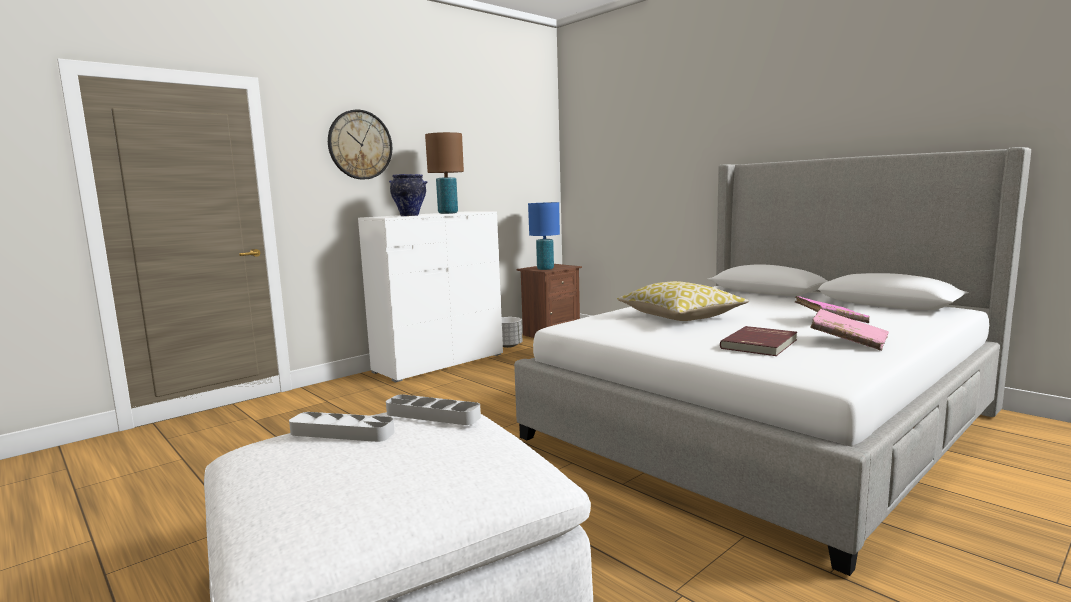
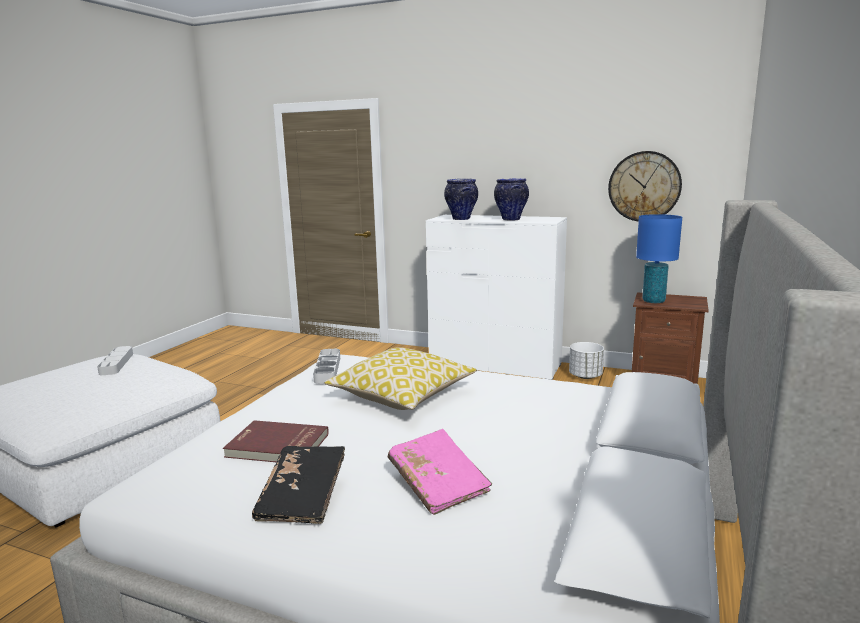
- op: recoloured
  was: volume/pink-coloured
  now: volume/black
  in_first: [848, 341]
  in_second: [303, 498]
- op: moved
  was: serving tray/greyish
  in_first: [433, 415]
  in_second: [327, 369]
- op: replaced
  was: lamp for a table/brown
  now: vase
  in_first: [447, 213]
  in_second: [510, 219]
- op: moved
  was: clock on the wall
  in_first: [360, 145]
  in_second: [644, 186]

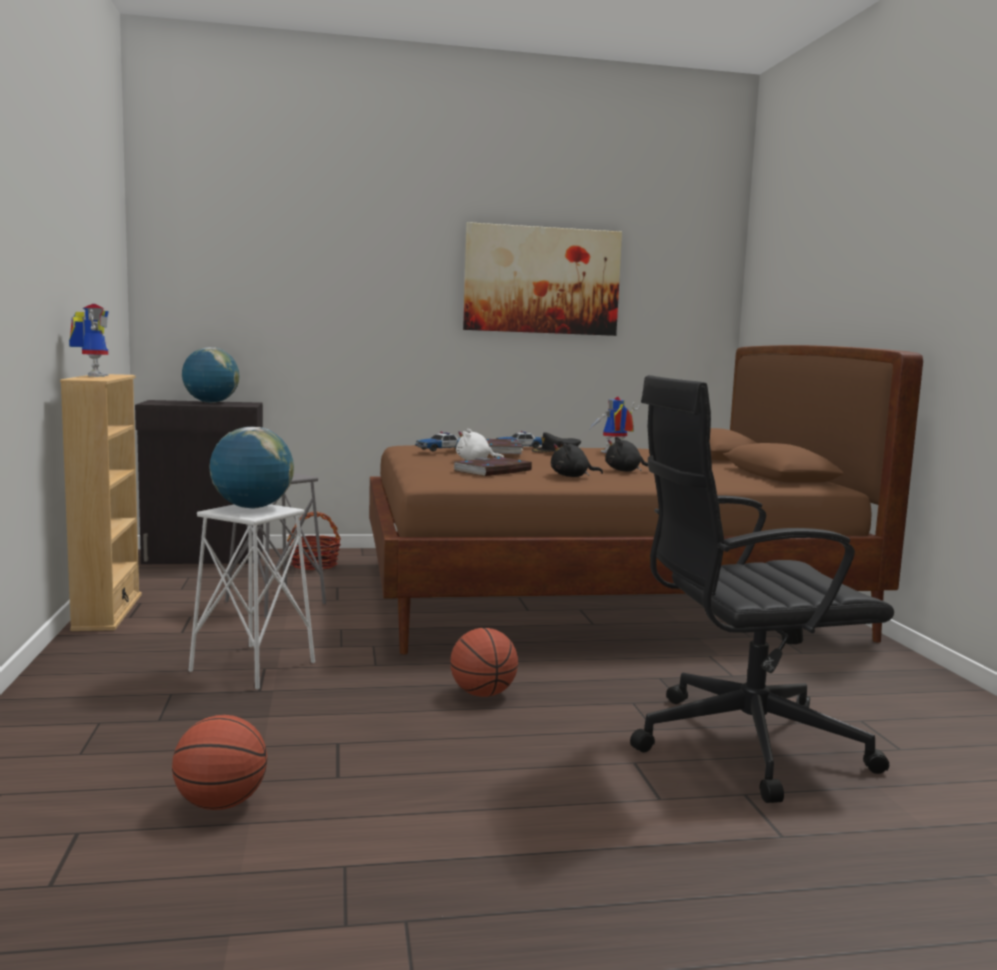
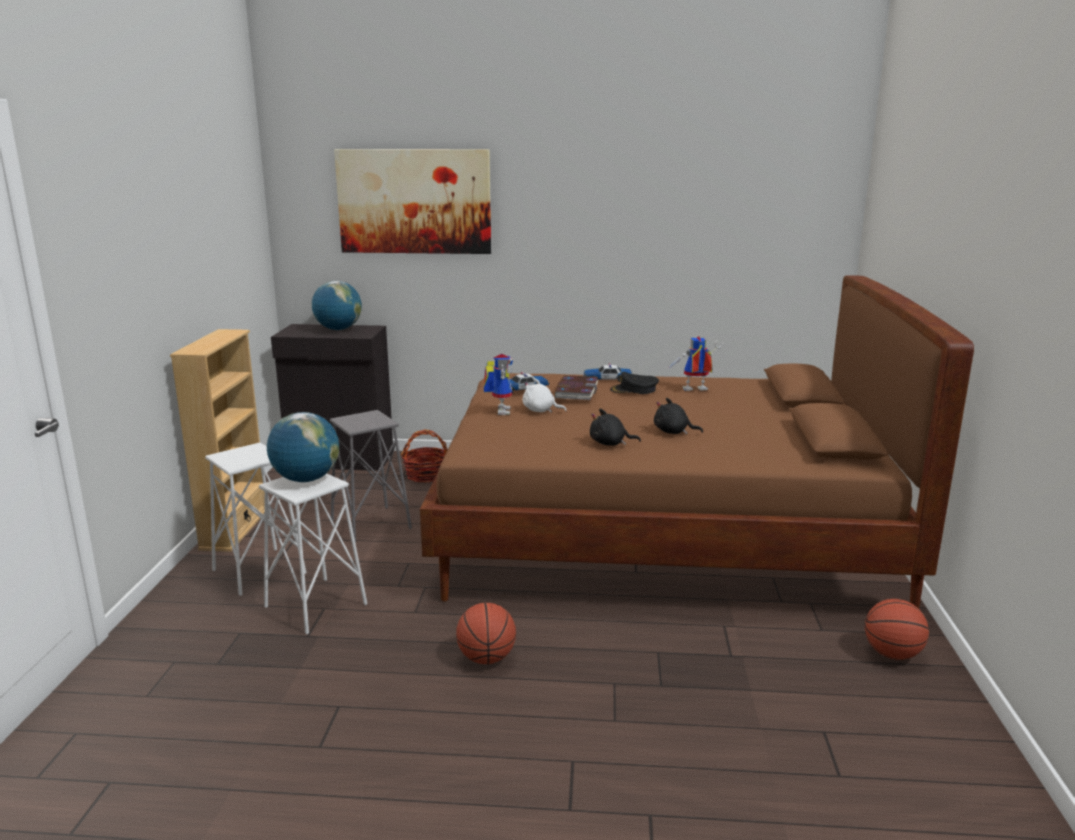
- op: added
  now: stool/white
  in_second: [259, 571]
- op: moved
  was: wall art
  in_first: [542, 280]
  in_second: [414, 201]
- op: moved
  was: toy robot
  in_first: [92, 376]
  in_second: [499, 410]
- op: moved
  was: basketball
  in_first: [220, 804]
  in_second: [892, 654]
- op: removed
  was: volume
  in_first: [492, 471]
- op: removed
  was: computer chair/black
  in_first: [740, 744]

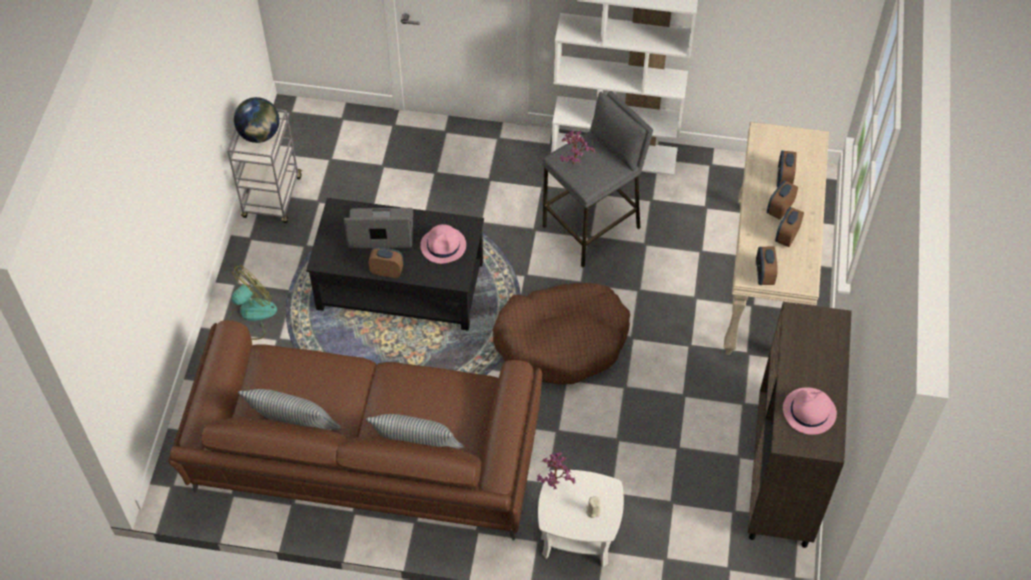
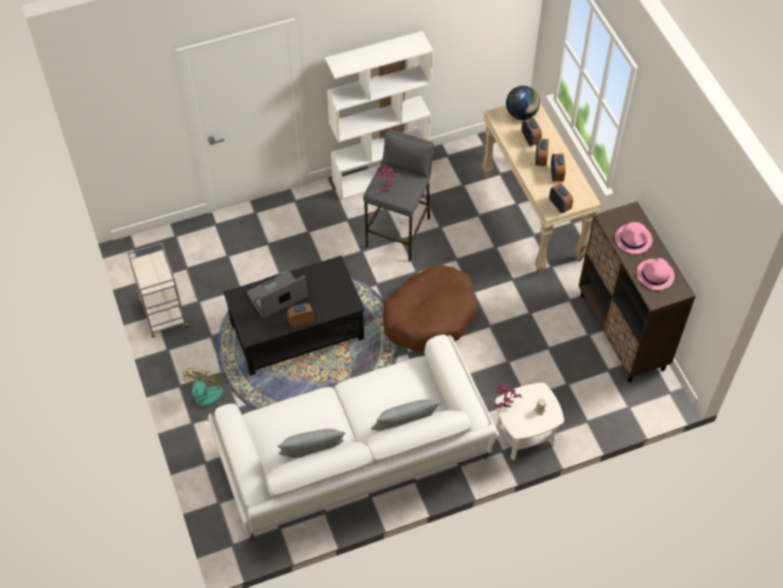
- op: recoloured
  was: settee/brown
  now: settee/white
  in_first: [364, 461]
  in_second: [354, 459]
- op: moved
  was: desk globe
  in_first: [260, 134]
  in_second: [521, 114]
- op: moved
  was: wearable hat/pink-coloured
  in_first: [443, 246]
  in_second: [633, 239]

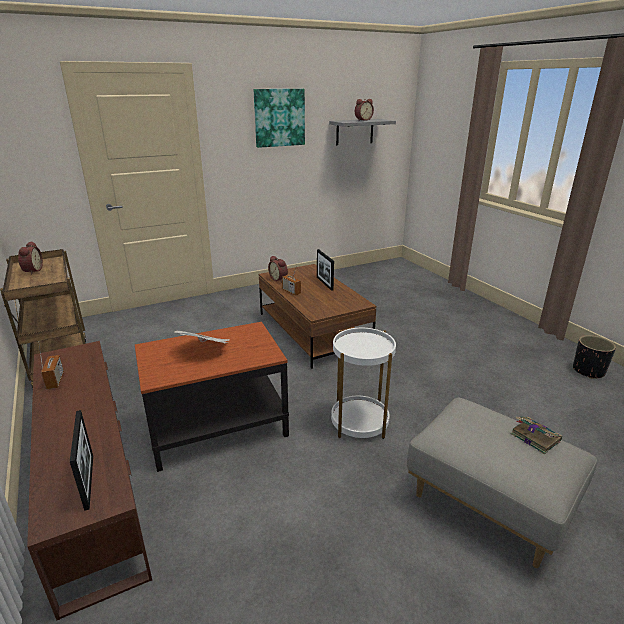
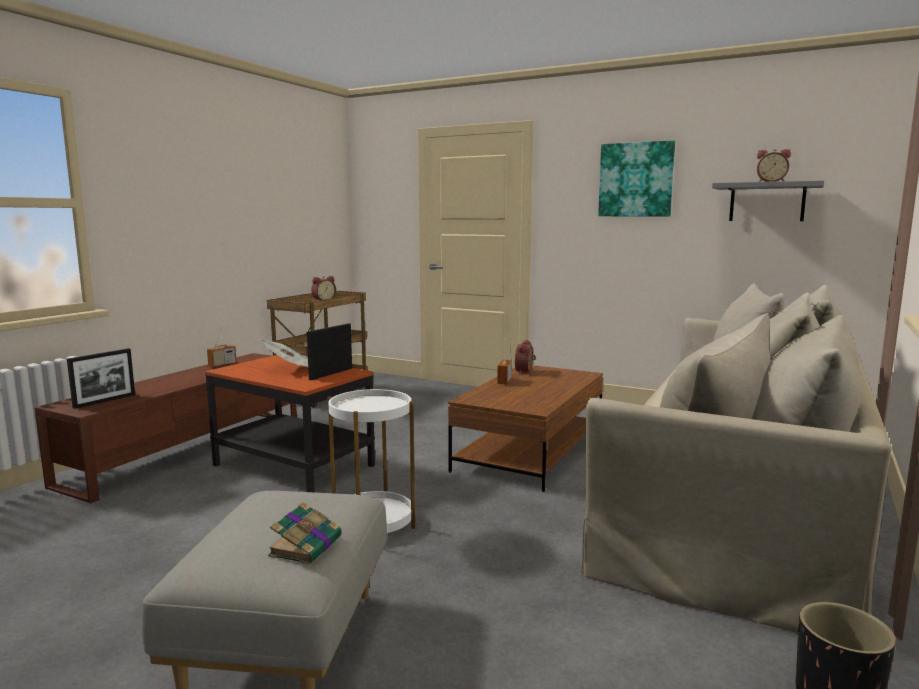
- op: moved
  was: picture frame
  in_first: [324, 283]
  in_second: [331, 374]
- op: added
  now: settee/beige-coloured
  in_second: [736, 498]

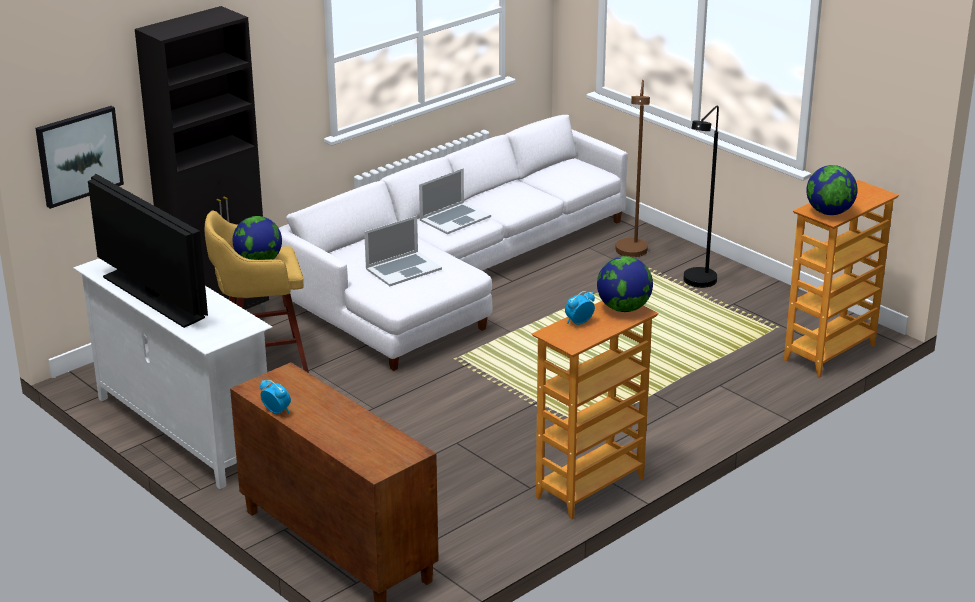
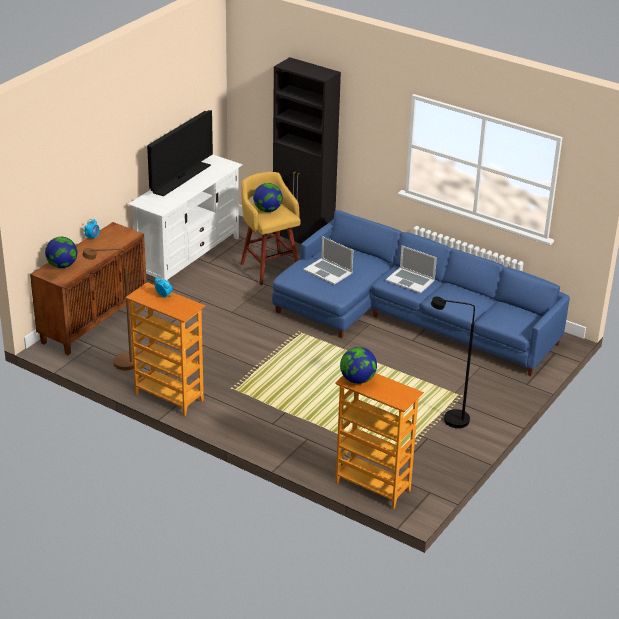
- op: moved
  was: desk globe
  in_first: [624, 308]
  in_second: [62, 265]
- op: moved
  was: floor lamp/brown
  in_first: [632, 254]
  in_second: [118, 364]
- op: recoloured
  was: settee/white
  now: settee/blue
  in_first: [454, 275]
  in_second: [408, 317]
- op: removed
  was: wall art
  in_first: [79, 155]

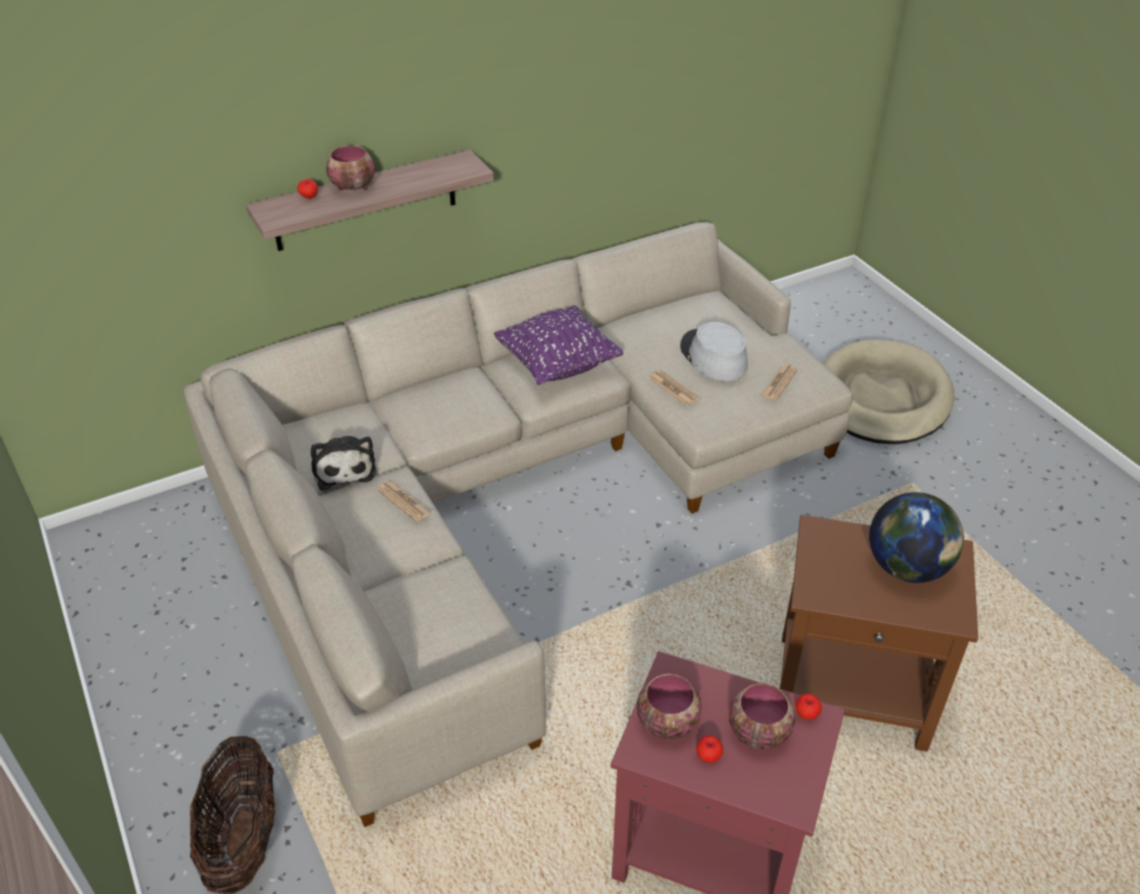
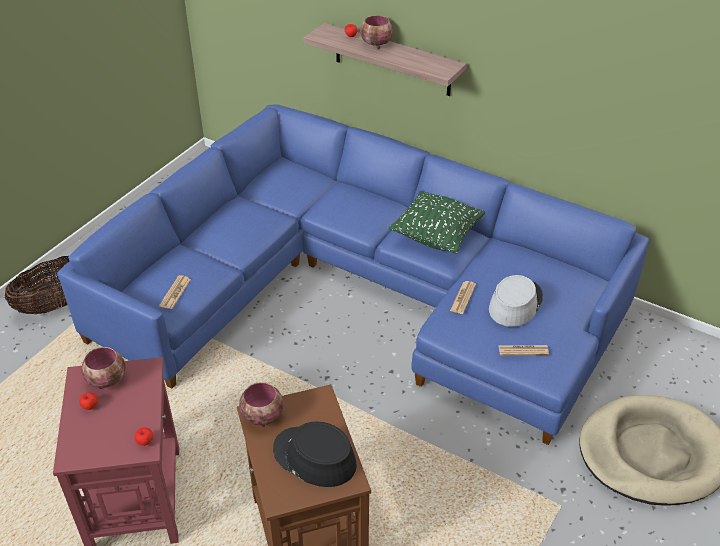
- op: recoloured
  was: settee/beige-coloured
  now: settee/blue
  in_first: [511, 495]
  in_second: [361, 292]
- op: moved
  was: printed paper
  in_first: [404, 502]
  in_second: [175, 292]
- op: moved
  was: serving bowl
  in_first: [757, 731]
  in_second: [263, 415]
- op: replaced
  was: desk globe
  now: wearable hat/black
  in_first: [907, 567]
  in_second: [314, 457]
- op: recoloured
  was: cushion/purplish
  now: cushion/green-coloured
  in_first: [558, 365]
  in_second: [436, 236]
- op: removed
  was: cuddly toy
  in_first: [344, 468]

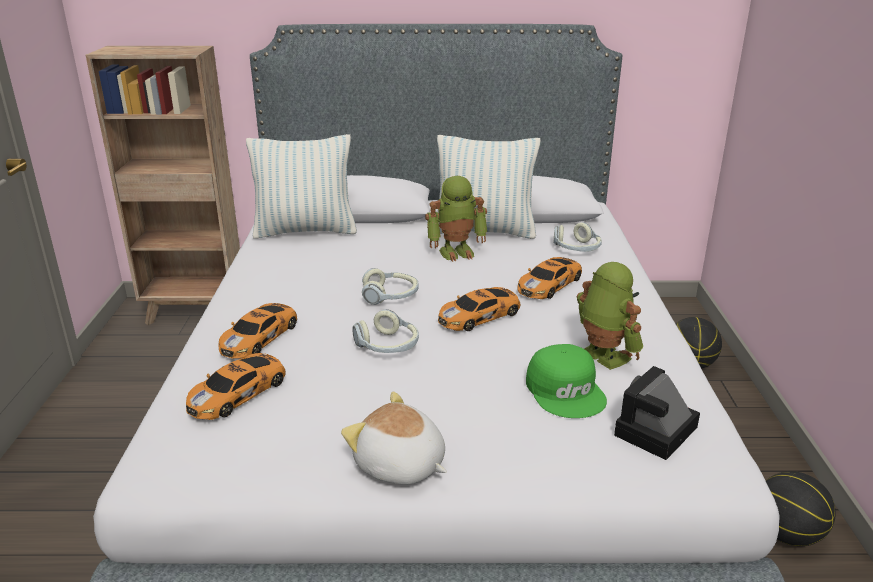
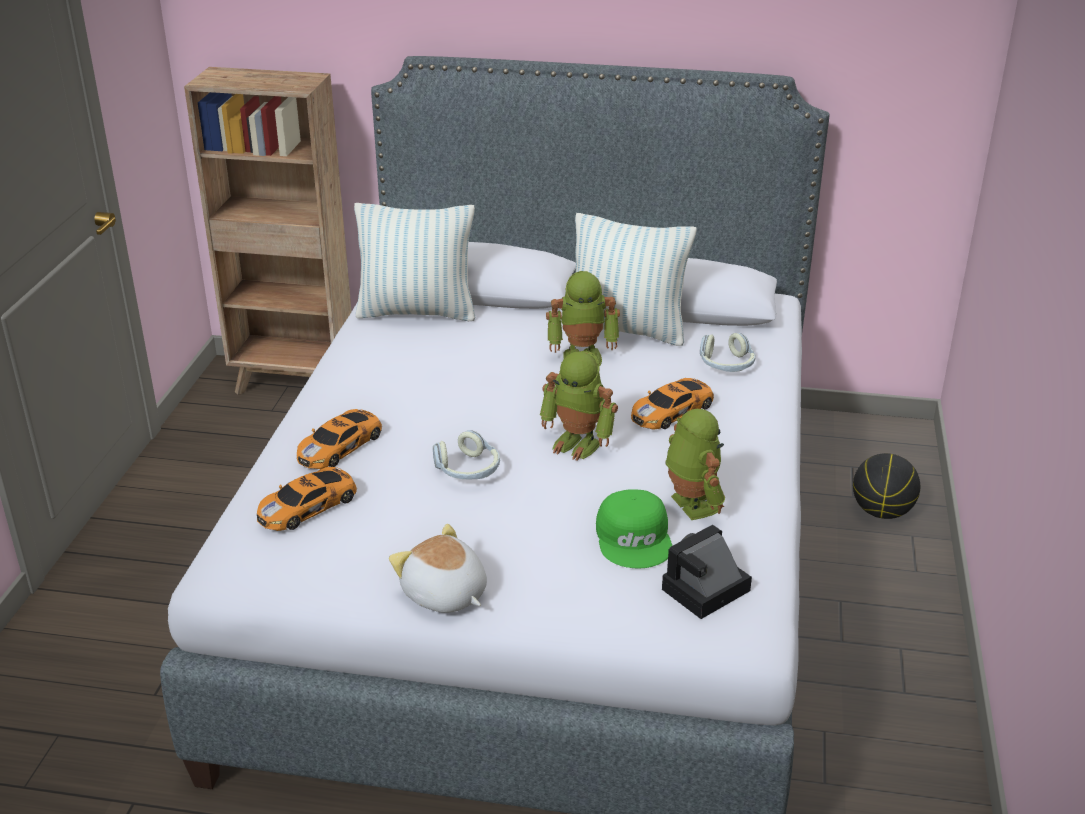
- op: replaced
  was: toy car
  now: toy robot
  in_first: [480, 316]
  in_second: [578, 443]
- op: removed
  was: headphones
  in_first: [390, 296]
- op: removed
  was: basketball
  in_first: [787, 535]

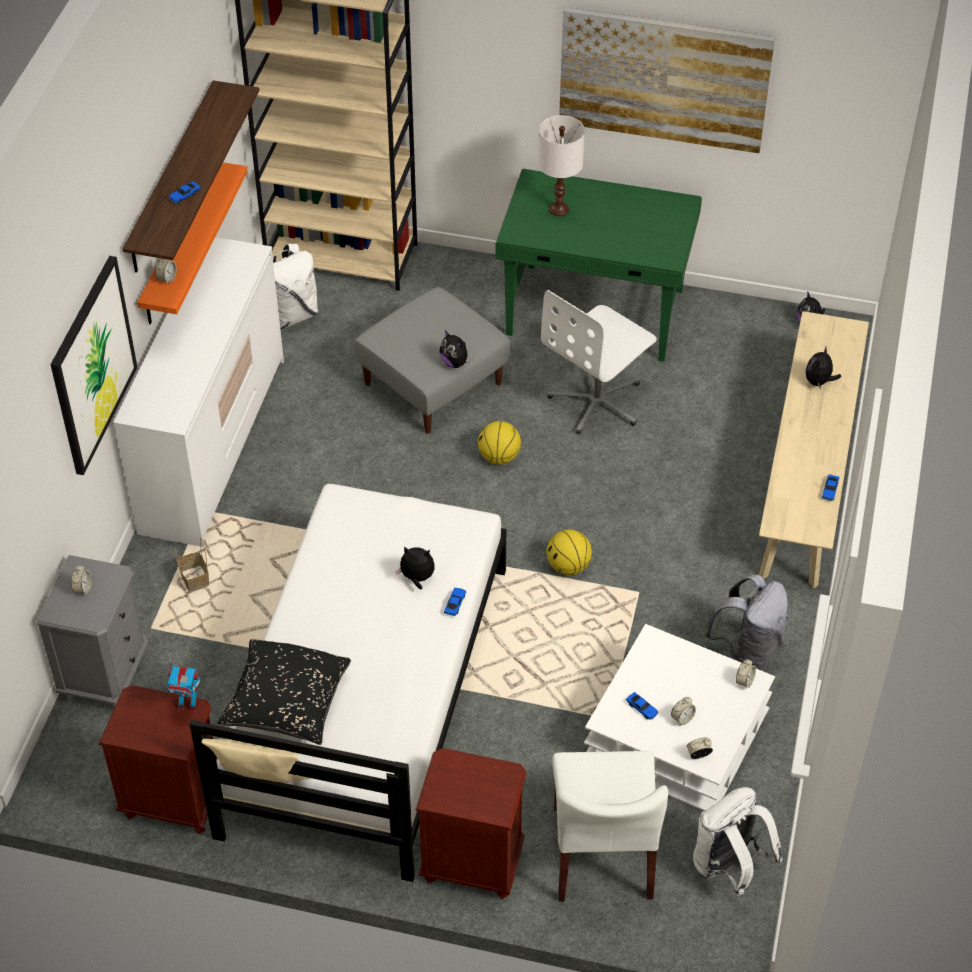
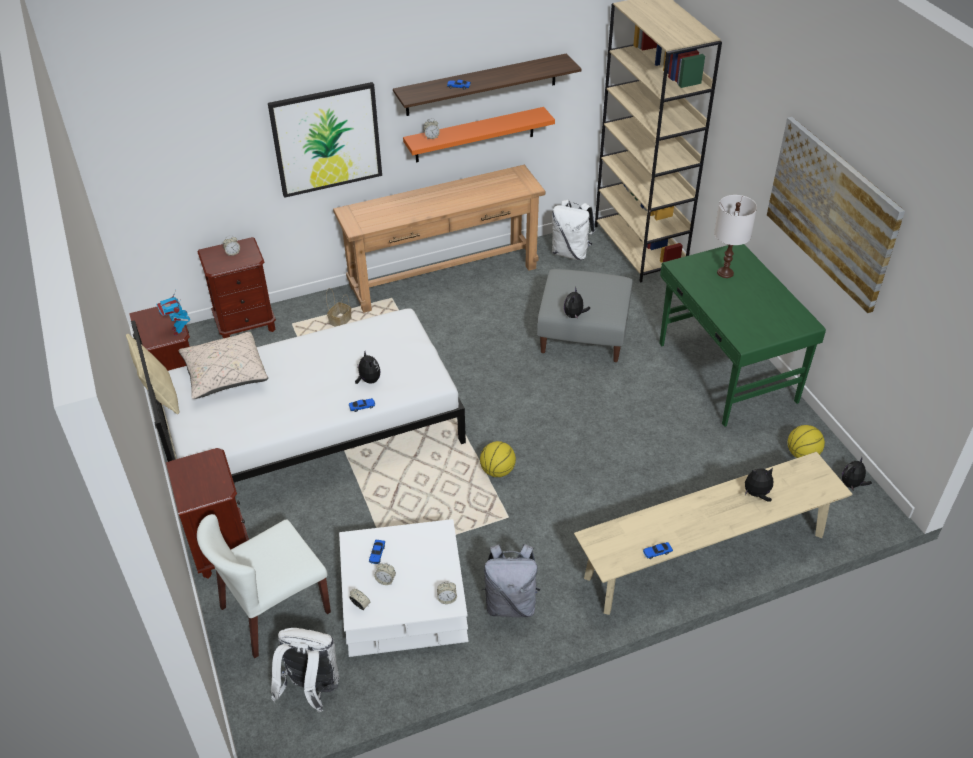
- op: recoloured
  was: cushion/black
  now: cushion/beige-coloured
  in_first: [286, 703]
  in_second: [225, 375]
- op: recoloured
  was: night table/greyish
  now: night table/brown
  in_first: [106, 675]
  in_second: [246, 325]
- op: replaced
  was: drawer chest/white
  now: narrow table/brown
  in_first: [214, 444]
  in_second: [443, 277]
- op: moved
  was: basketball
  in_first: [499, 457]
  in_second: [802, 454]
- op: removed
  was: computer chair/white
  in_first: [597, 402]

